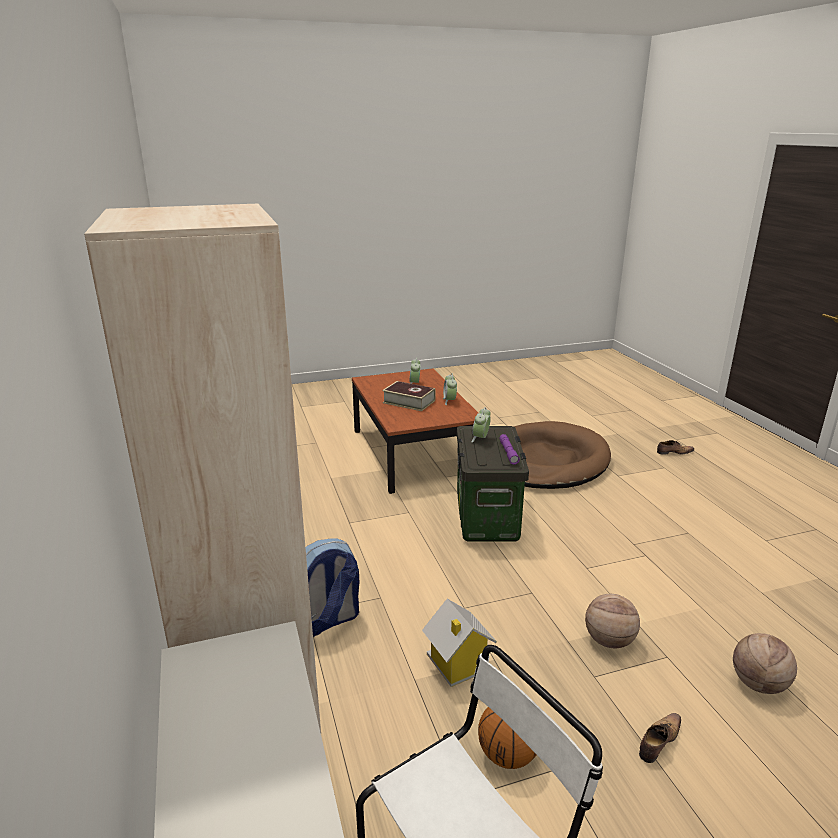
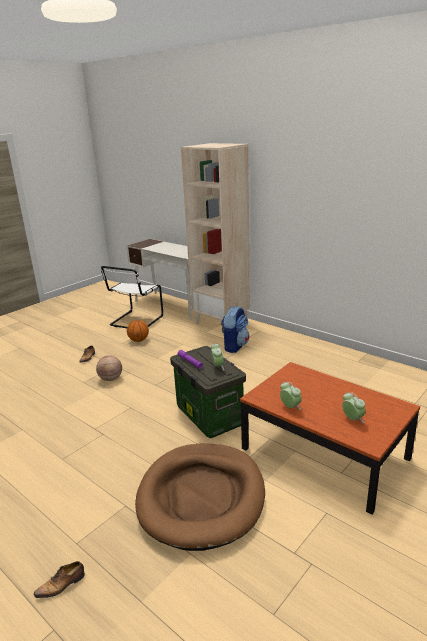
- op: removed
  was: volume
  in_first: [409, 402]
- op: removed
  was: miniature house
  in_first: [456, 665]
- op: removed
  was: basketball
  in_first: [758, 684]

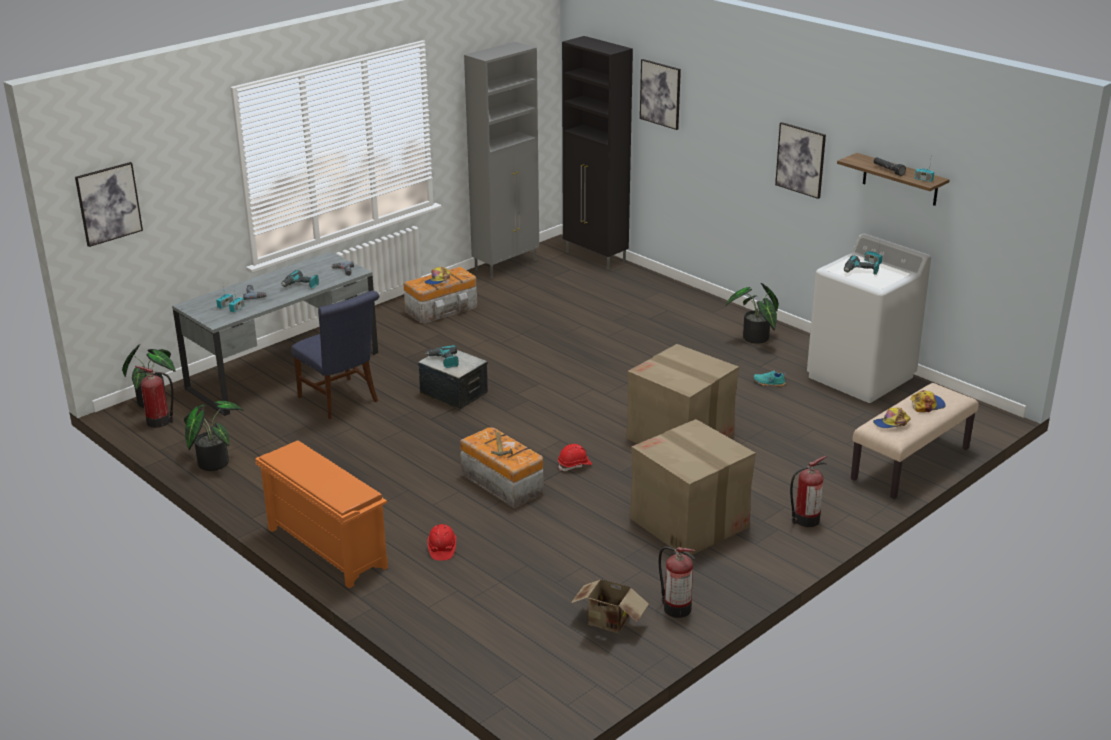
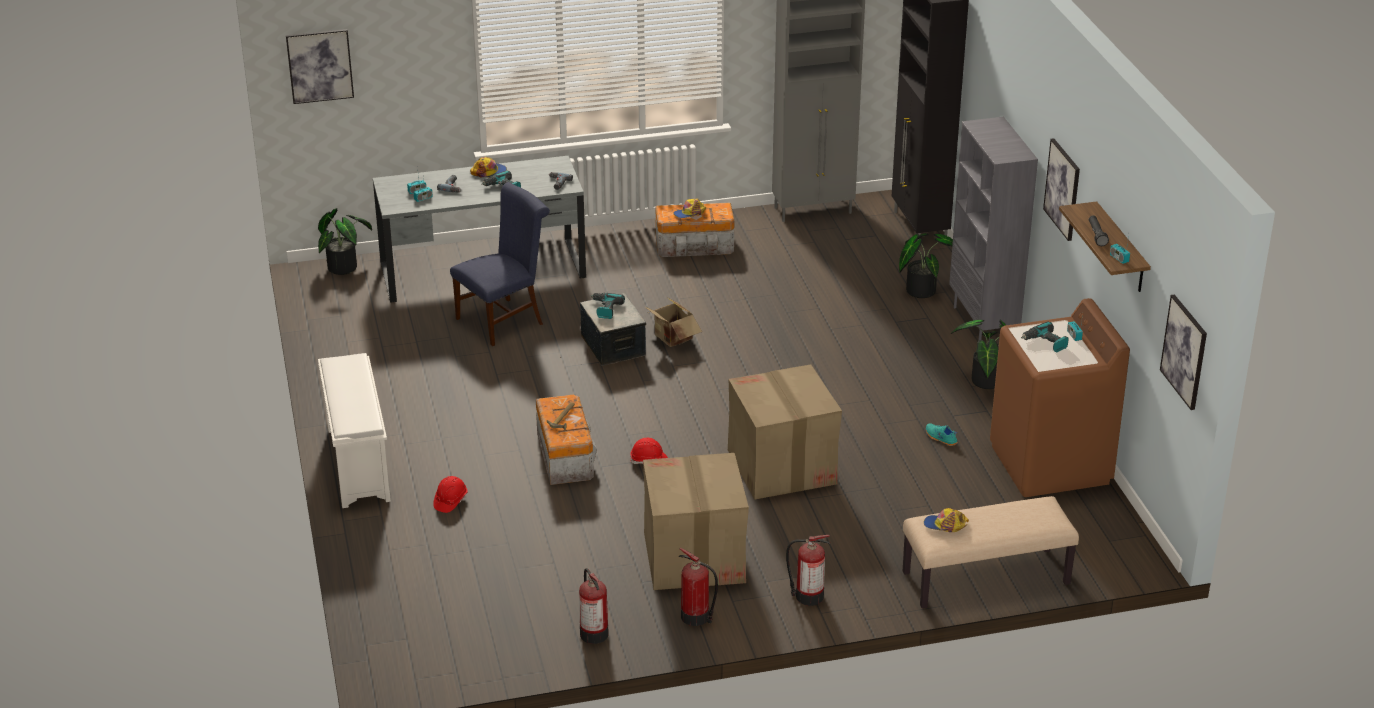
- op: recoloured
  was: shoe shelf/orange
  now: shoe shelf/white
  in_first: [325, 548]
  in_second: [357, 464]
- op: turned
  was: chair/blue
  in_first: [341, 400]
  in_second: [504, 319]
  clockwise: -120
- op: moved
  was: baseball cap
  in_first: [927, 405]
  in_second: [489, 172]
- op: moved
  was: packing box
  in_first: [608, 623]
  in_second: [671, 339]
- op: moved
  was: extinguisher
  in_first: [160, 422]
  in_second: [696, 617]
- op: moved
  was: plant in a pot
  in_first: [213, 461]
  in_second: [921, 289]
- op: added
  now: bookshelf/greyish
  in_second: [984, 324]
- op: recoloured
  was: washing machine/white
  now: washing machine/brown
  in_first: [861, 377]
  in_second: [1050, 465]
- op: moved
  was: wall art
  in_first: [660, 94]
  in_second: [1184, 351]

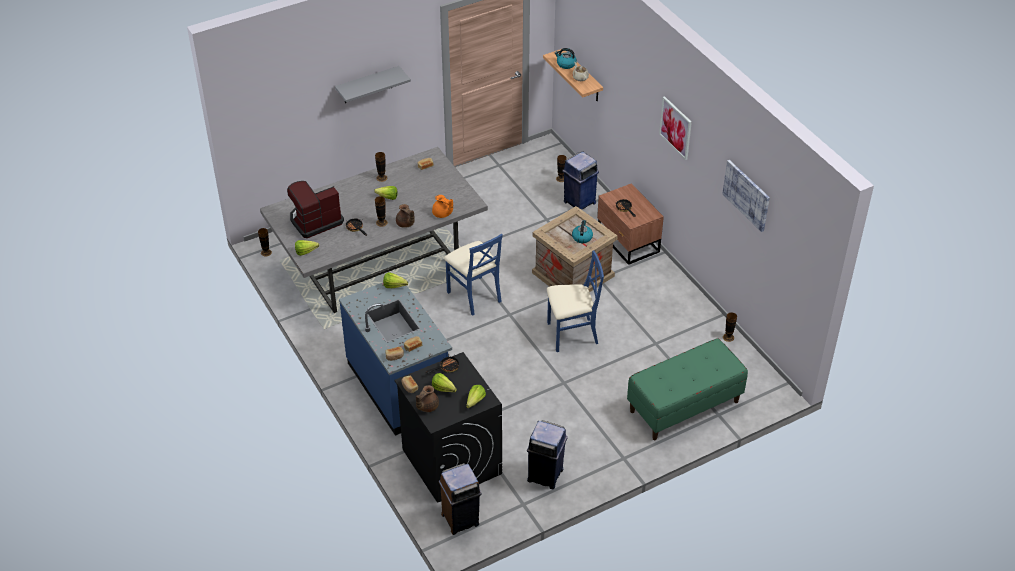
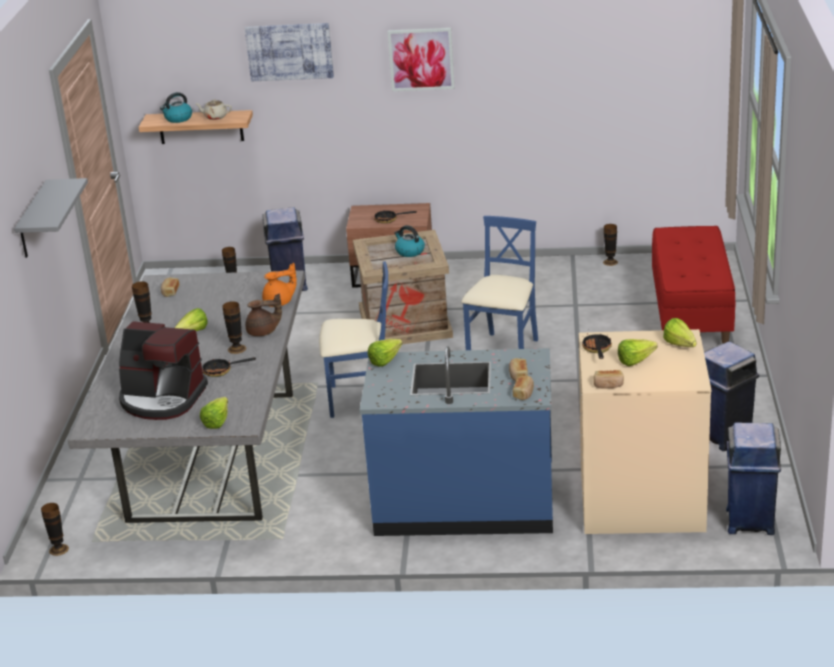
- op: turned
  was: coffee maker
  in_first: [315, 221]
  in_second: [162, 399]
  clockwise: -75
- op: moved
  was: wall art
  in_first: [746, 195]
  in_second: [289, 51]
- op: recoloured
  was: washing machine/black
  now: washing machine/beige-coloured
  in_first: [451, 461]
  in_second: [640, 499]
- op: recoloured
  was: bench/green-coloured
  now: bench/red-coloured
  in_first: [684, 406]
  in_second: [691, 316]
- op: recoloured
  was: waste bin/brown
  now: waste bin/blue
  in_first: [461, 519]
  in_second: [750, 520]
- op: removed
  was: pot for tea/brown
  in_first: [426, 406]

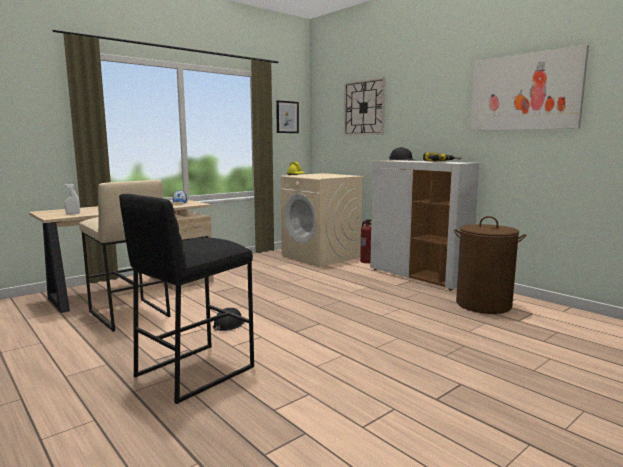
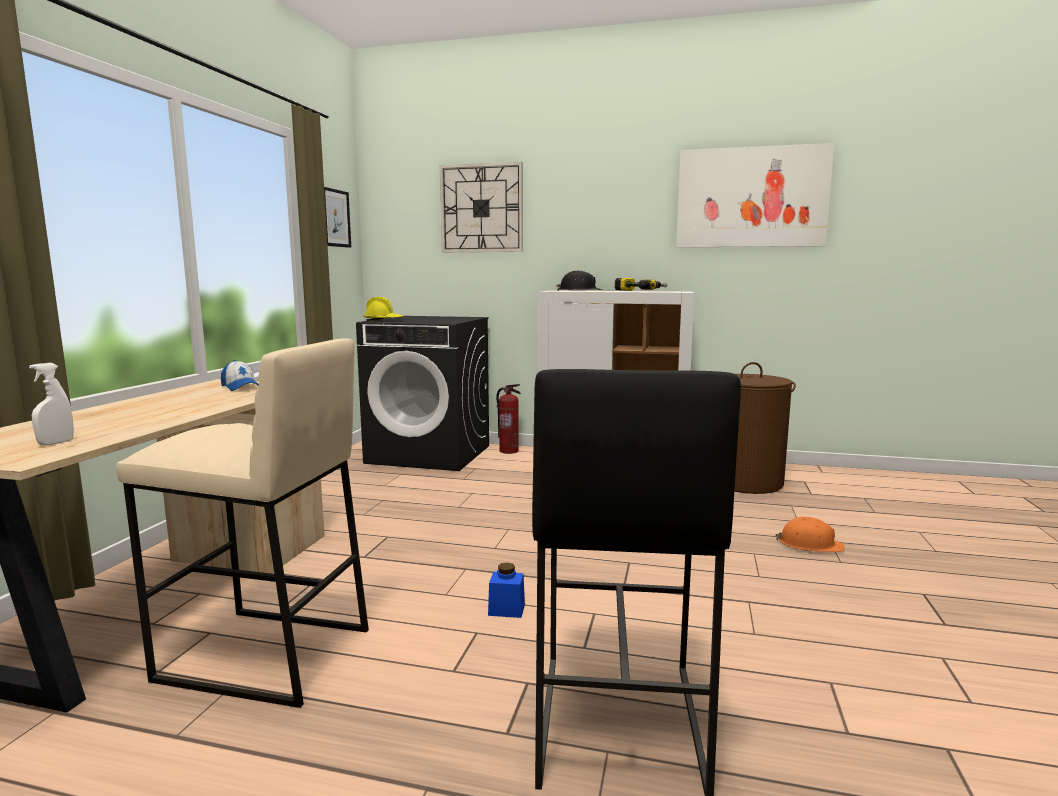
- op: recoloured
  was: washing machine/beige-coloured
  now: washing machine/black
  in_first: [321, 256]
  in_second: [430, 454]
- op: replaced
  was: work helmet/black
  now: storage jar/blue
  in_first: [229, 325]
  in_second: [506, 609]
- op: added
  now: work helmet/orange
  in_second: [809, 544]

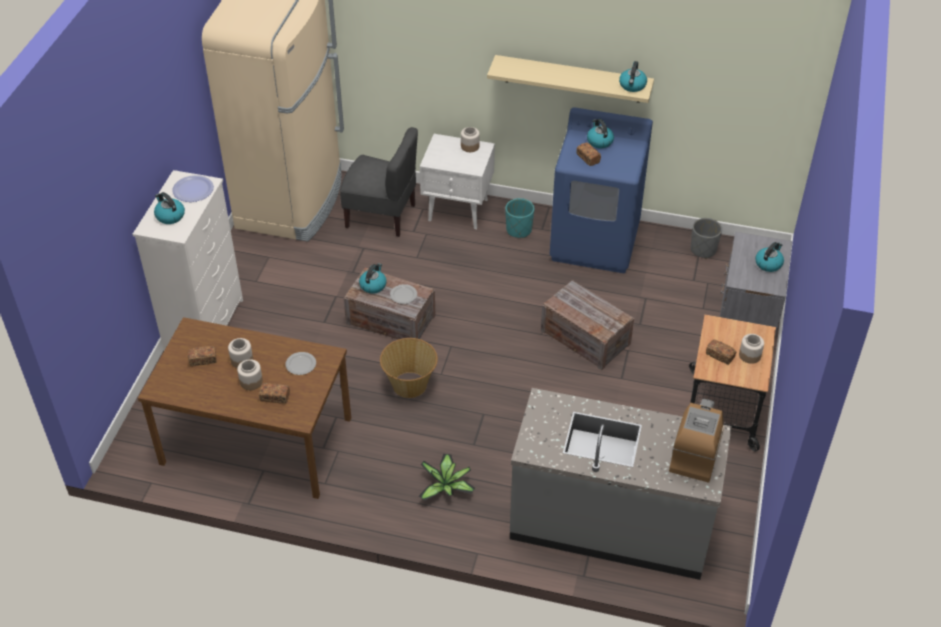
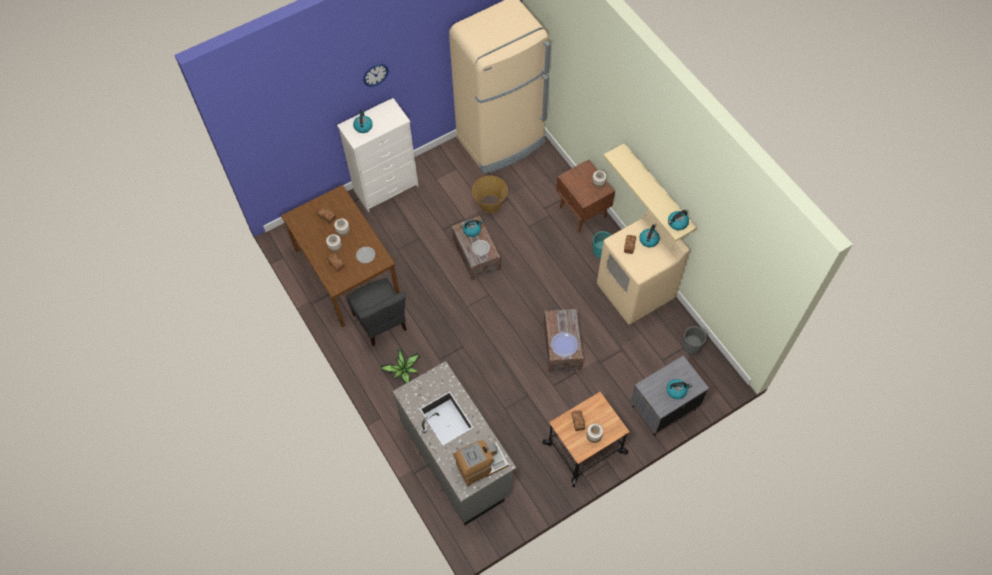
- op: moved
  was: chair/greyish
  in_first: [381, 215]
  in_second: [381, 322]
- op: added
  now: clock on the wall
  in_second: [375, 75]
- op: moved
  was: household basket
  in_first: [410, 385]
  in_second: [490, 204]
- op: moved
  was: flat dish
  in_first: [193, 189]
  in_second: [564, 345]
- op: recoloured
  was: night table/white
  now: night table/brown
  in_first: [459, 210]
  in_second: [583, 213]
- op: recoloured
  was: washing machine/blue
  now: washing machine/beige-coloured
  in_first: [595, 241]
  in_second: [635, 291]

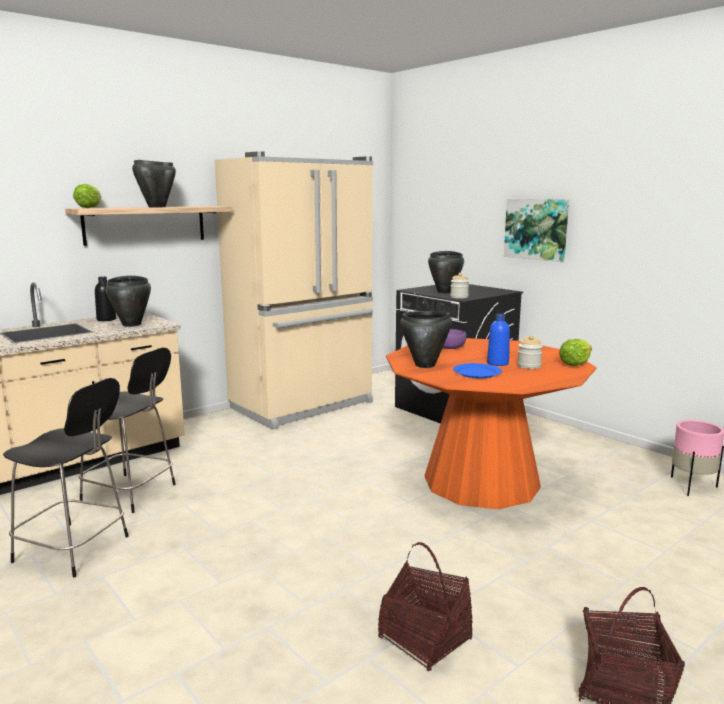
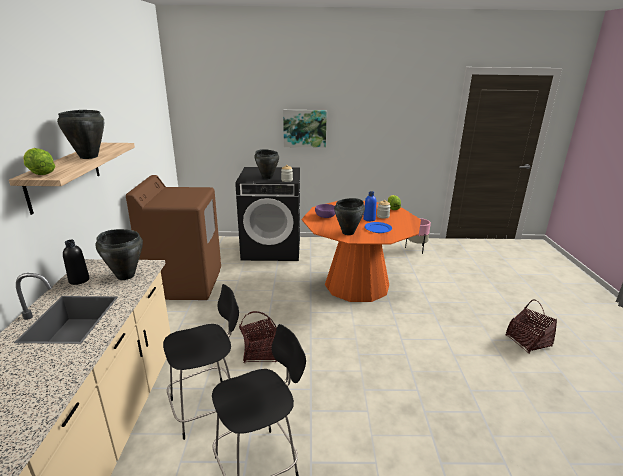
- op: replaced
  was: fridge/beige-coloured
  now: washing machine/brown
  in_first: [304, 406]
  in_second: [185, 283]
- op: moved
  was: household basket
  in_first: [425, 639]
  in_second: [261, 353]

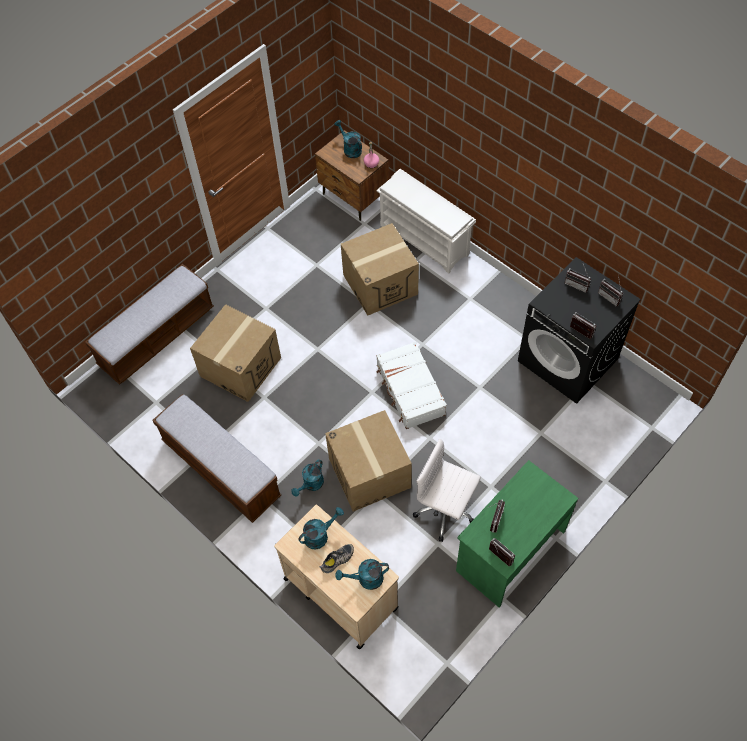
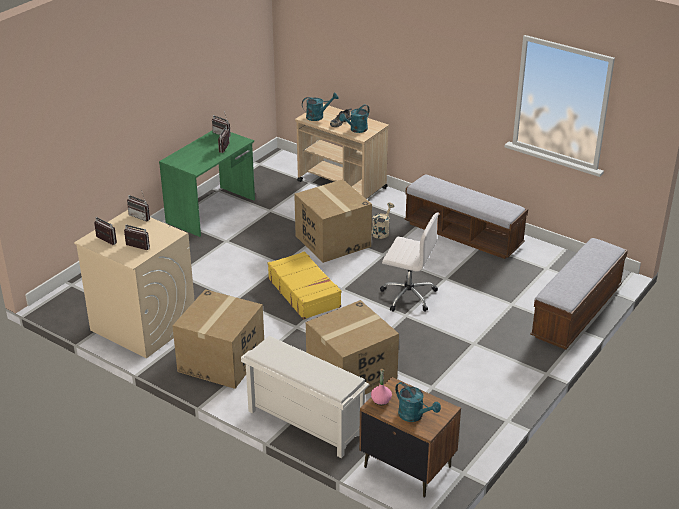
- op: recoloured
  was: washing machine/black
  now: washing machine/beige-coloured
  in_first: [568, 360]
  in_second: [142, 325]
- op: moved
  was: packing box
  in_first: [240, 366]
  in_second: [221, 361]
- op: recoloured
  was: piece of luggage/white
  now: piece of luggage/yellowish
  in_first: [410, 390]
  in_second: [304, 292]
- op: recoloured
  was: sprinkling can/blue-green
  now: sprinkling can/beige-coloured
  in_first: [311, 485]
  in_second: [381, 231]
- op: moved
  was: computer chair/white
  in_first: [446, 510]
  in_second: [407, 295]

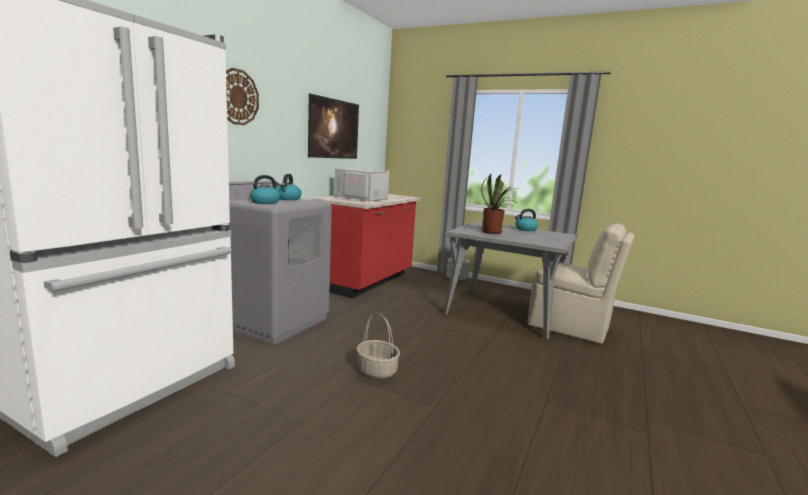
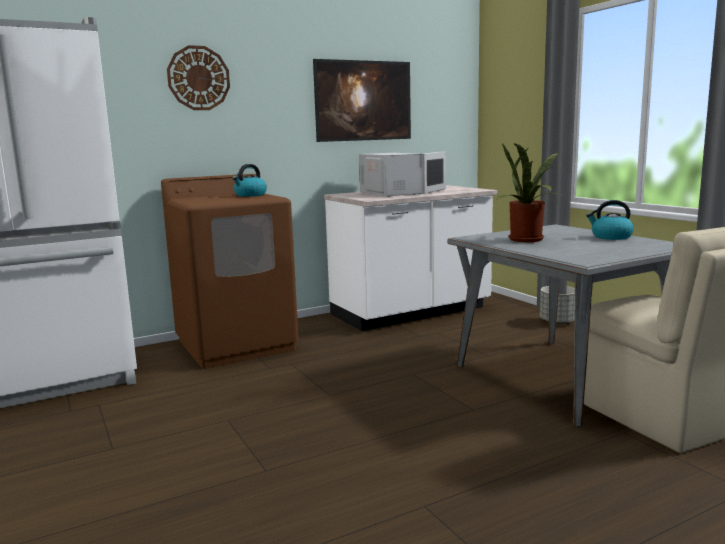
- op: recoloured
  was: washing machine/greyish
  now: washing machine/brown
  in_first: [273, 320]
  in_second: [237, 344]
- op: recoloured
  was: kitchen base unit/red-coloured
  now: kitchen base unit/white
  in_first: [366, 281]
  in_second: [411, 312]
- op: removed
  was: tea kettle
  in_first: [265, 202]
- op: removed
  was: household basket
  in_first: [376, 371]

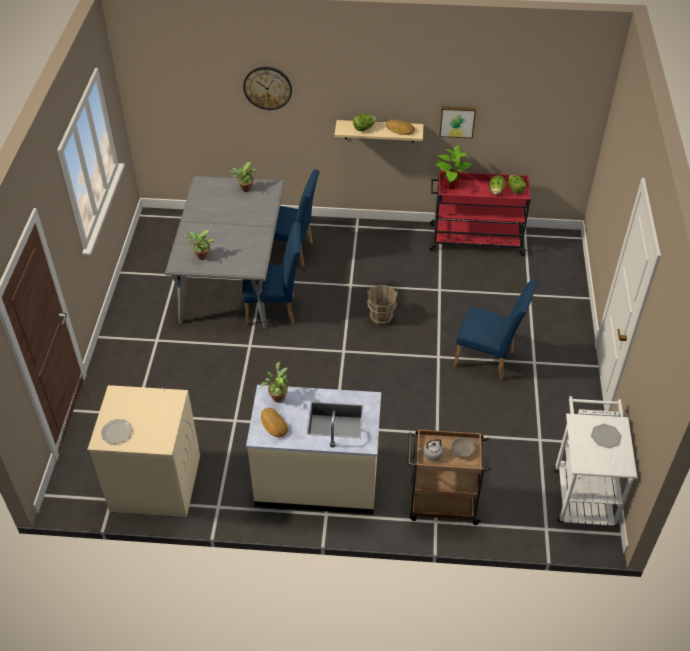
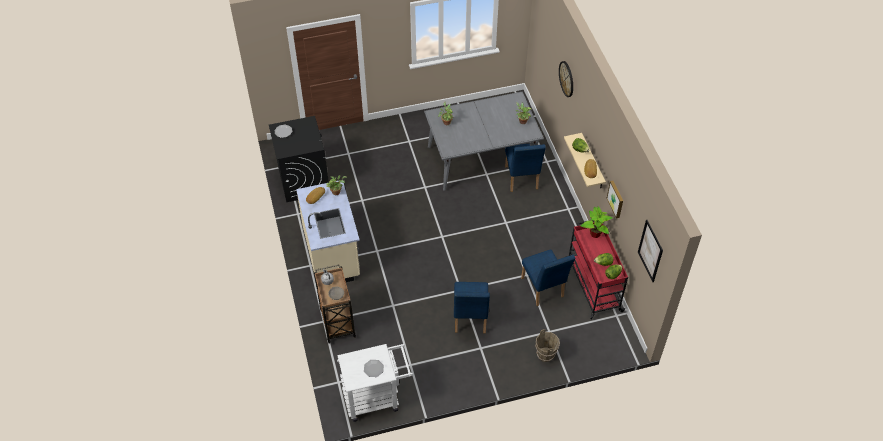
- op: recoloured
  was: washing machine/beige-coloured
  now: washing machine/black
  in_first: [155, 483]
  in_second: [303, 180]
- op: moved
  was: chair/blue
  in_first: [275, 310]
  in_second: [543, 290]
- op: moved
  was: water bucket/brown
  in_first: [381, 317]
  in_second: [545, 354]
- op: added
  now: wall art
  in_second: [650, 251]

